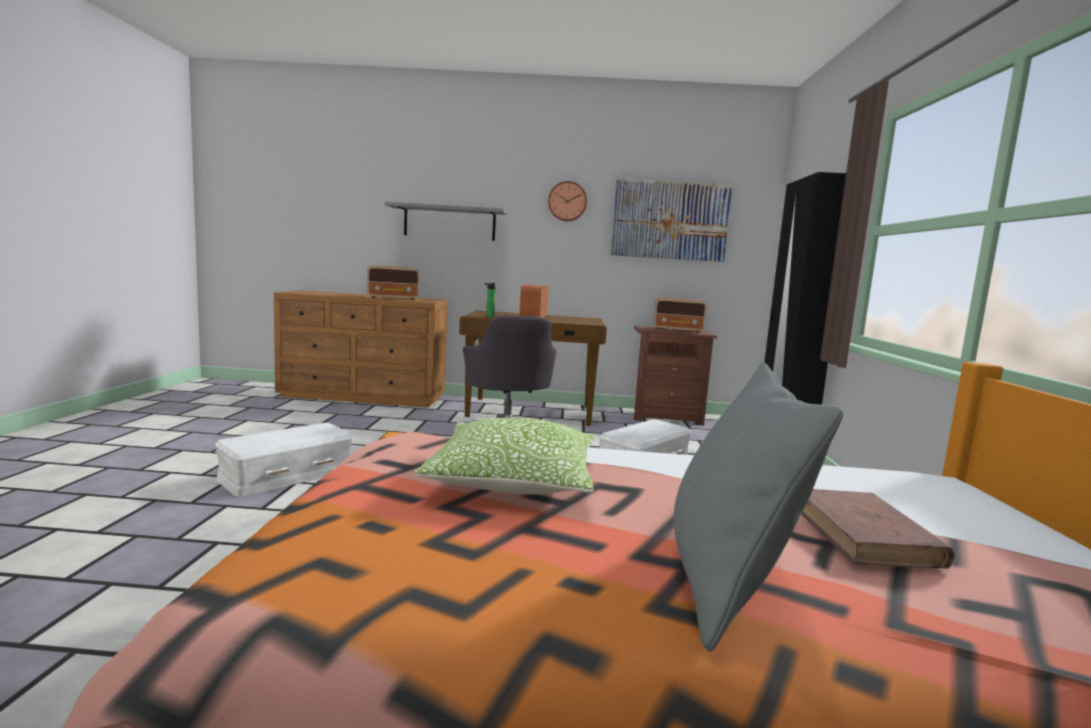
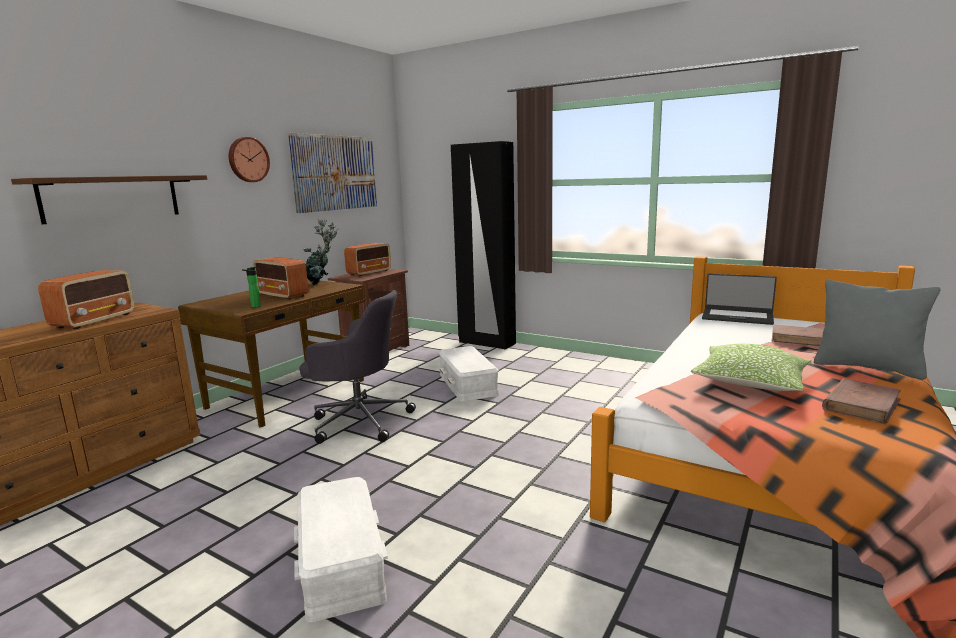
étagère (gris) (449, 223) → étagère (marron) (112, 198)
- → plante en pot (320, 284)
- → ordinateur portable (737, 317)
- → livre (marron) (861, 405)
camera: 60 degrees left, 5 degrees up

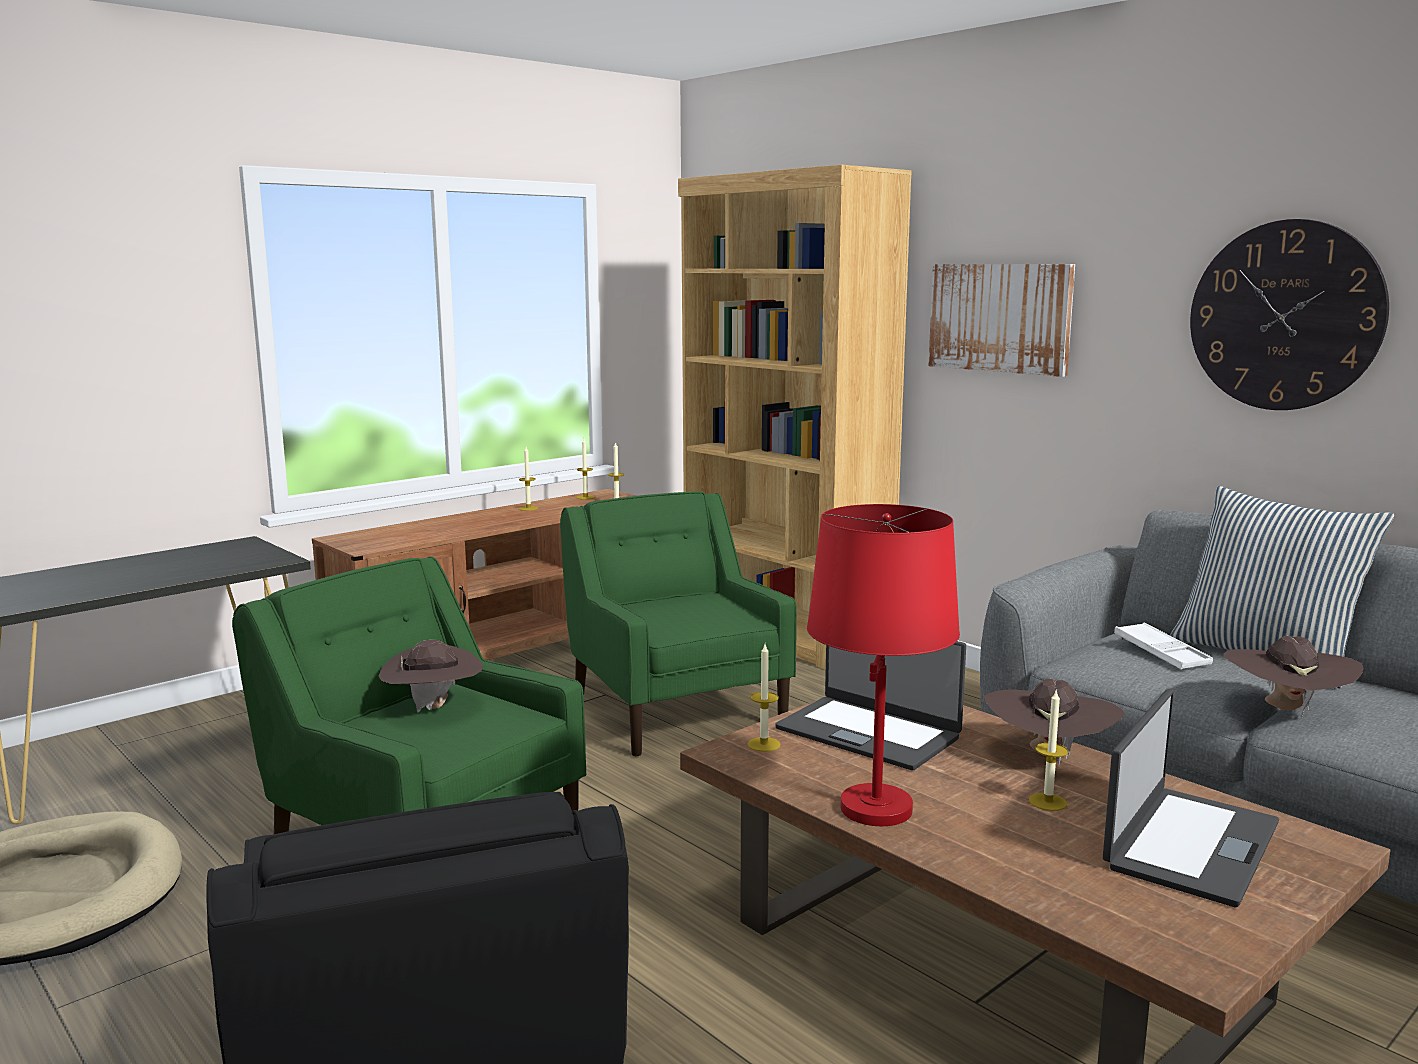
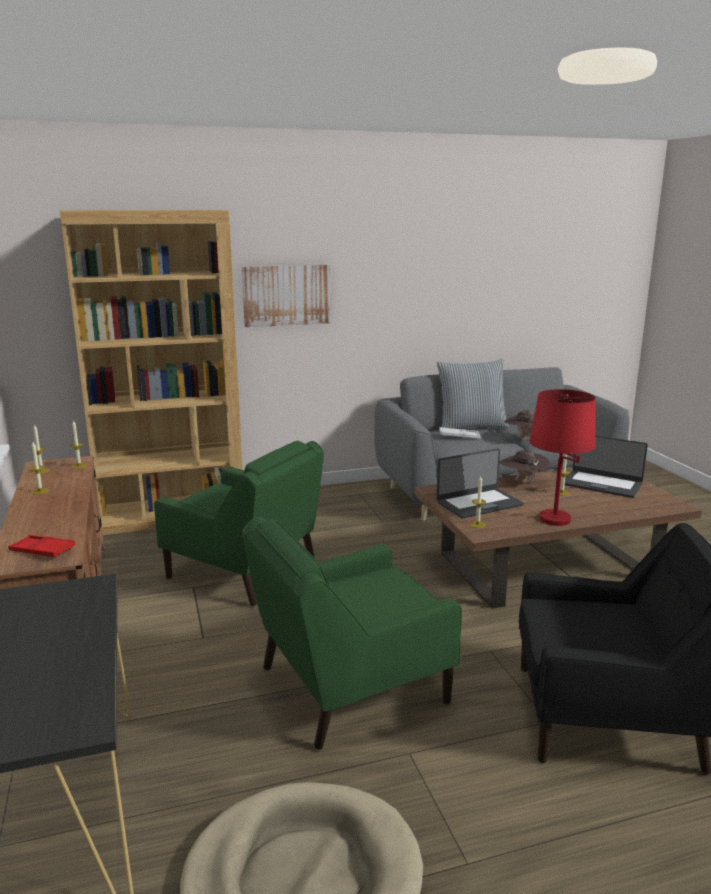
chapeau (marron) (434, 708) → -
fauteuil (vert) (676, 709) → fauteuil (vert) (244, 571), 150 degrees counterclockwise
ordinateur portable (1189, 844) → ordinateur portable (602, 484), 150 degrees clockwise
horloge murale (1285, 316) → -
- → plateau (rouge) (42, 550)
camera: 65 degrees left, 5 degrees up

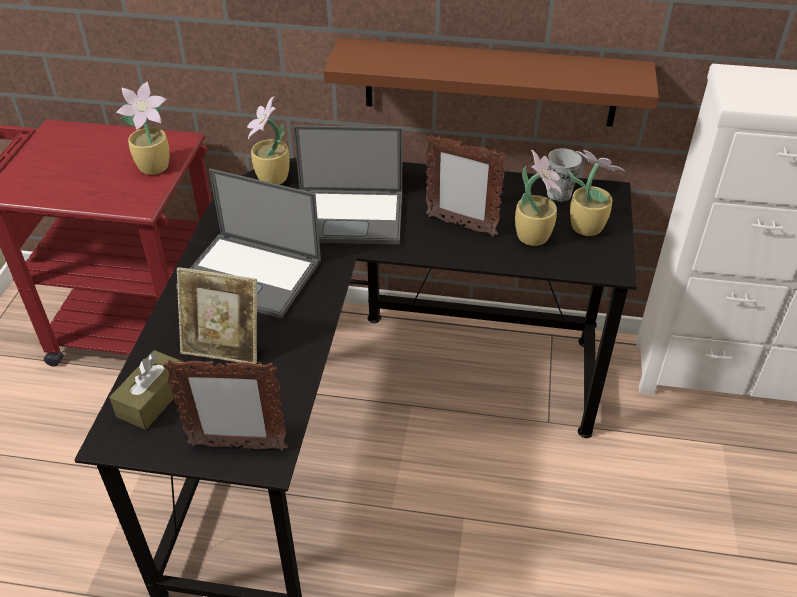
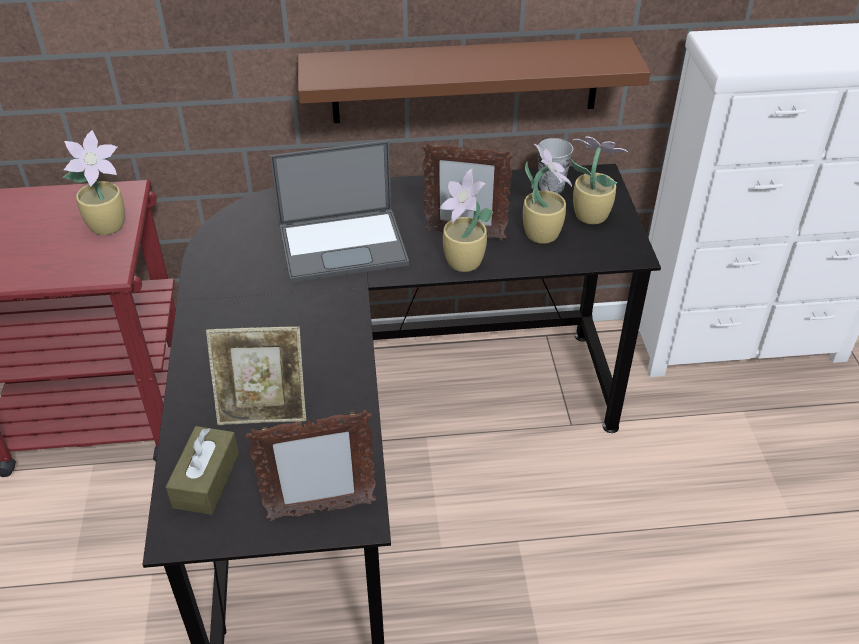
ordinateur portable (252, 274) → -
plante en pot (272, 179) → plante en pot (464, 263), move
camera: 15 degrees left, 0 degrees up

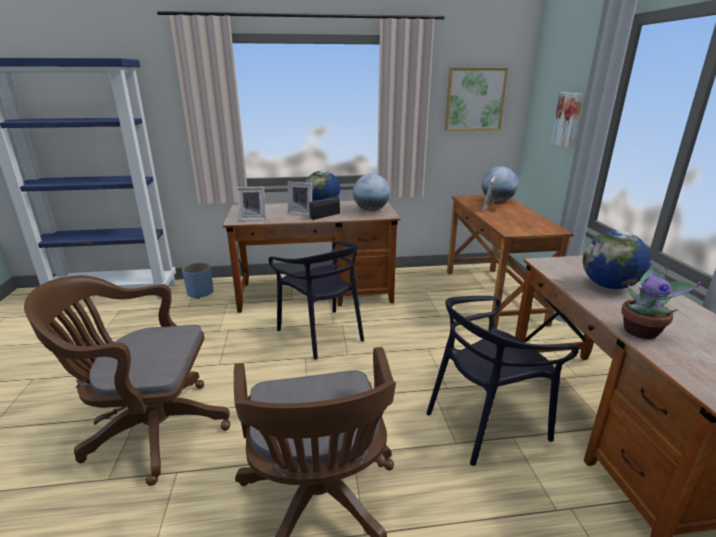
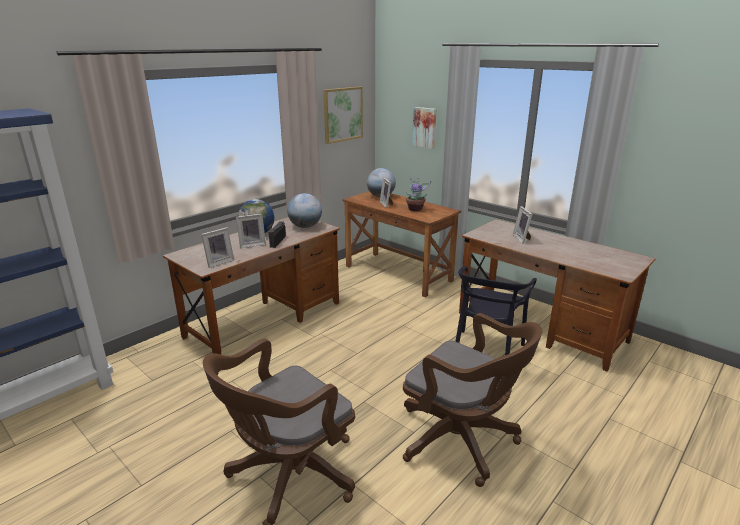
cache-pot (bleu) (200, 293) → -
chaise (noir) (321, 333) → -
globe (608, 286) → cadre photo (522, 238)
plante en pot (642, 331) → plante en pot (416, 209), move
camera: 40 degrees left, 0 degrees up

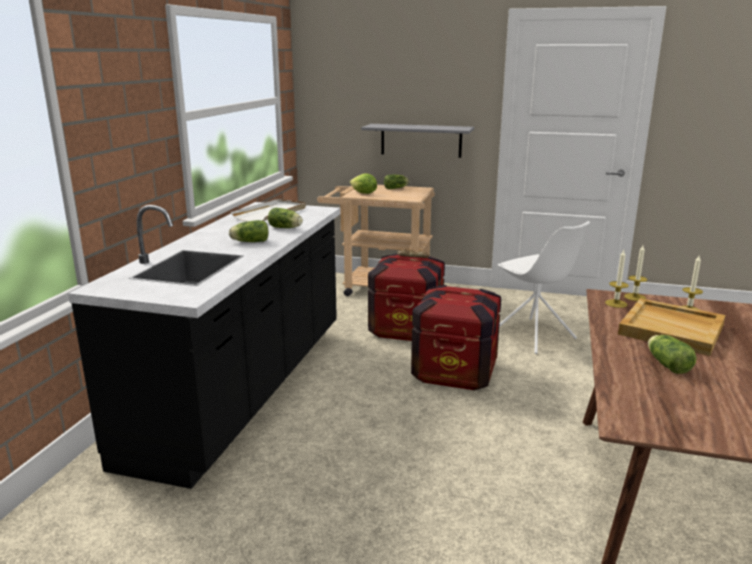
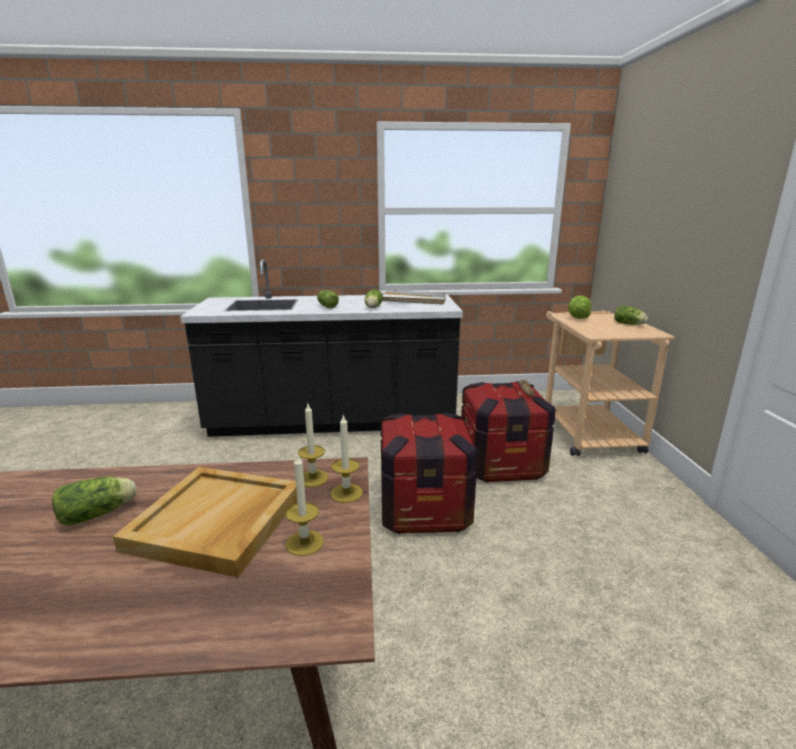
étagère (gris) (421, 140) → -
chaise (blanc) (534, 336) → -
camera: 70 degrees right, 0 degrees up

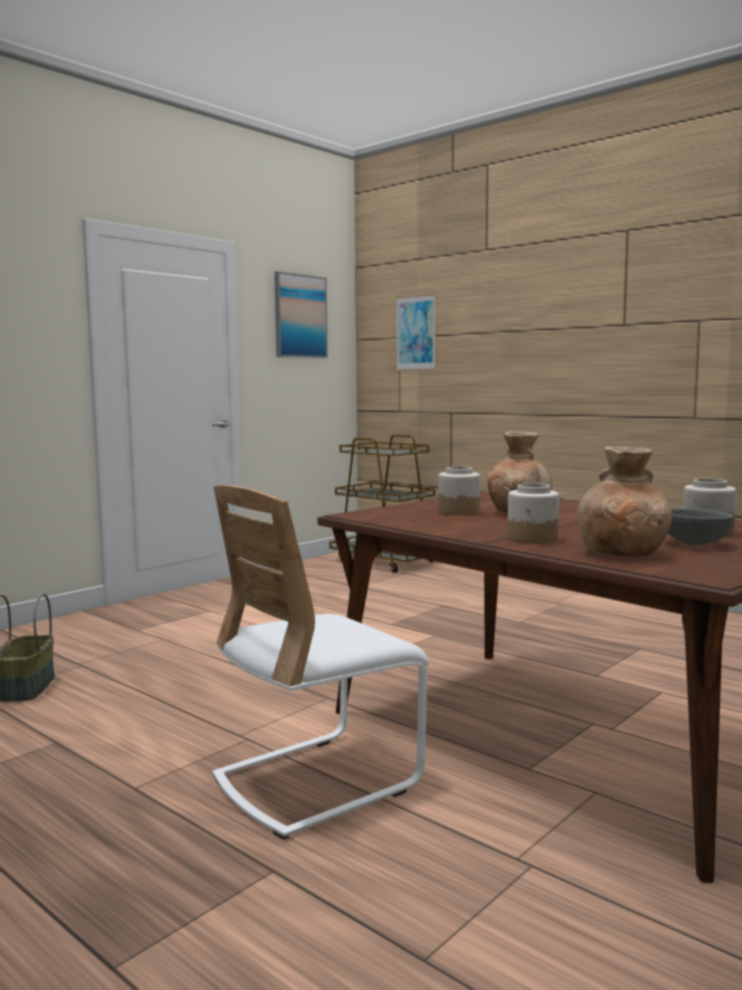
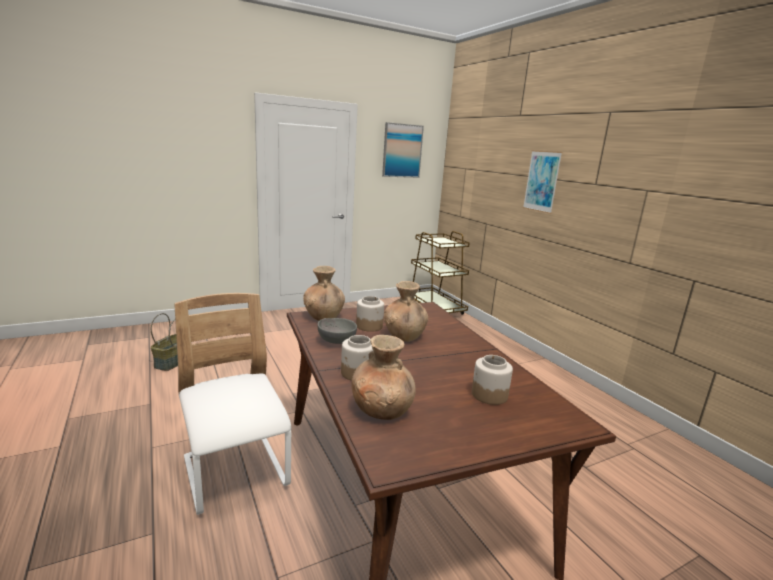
chaise (blanc) (317, 781) → chaise (blanc) (235, 473), 75 degrees clockwise
tableau (416, 333) → tableau (542, 181), move
bol (gris) (692, 544) → bol (gris) (336, 341), move
- → vase (marron) (323, 317)
camera: 20 degrees right, 10 degrees up

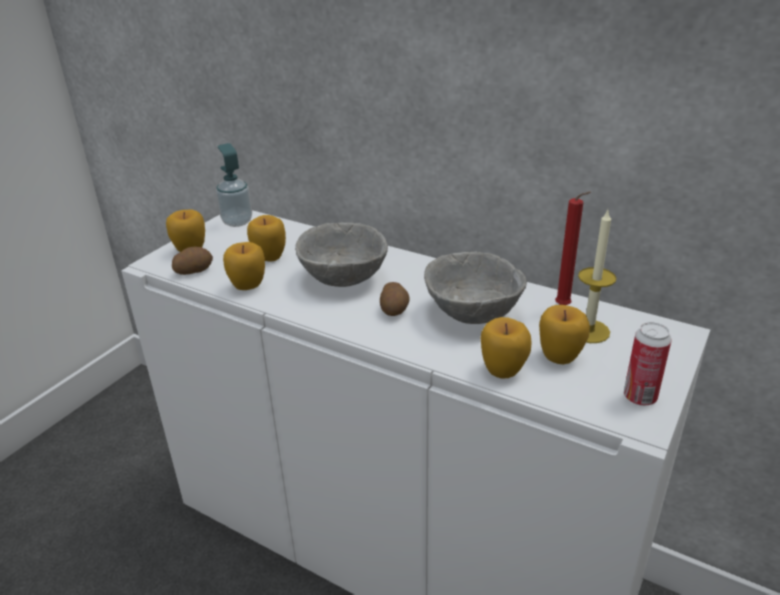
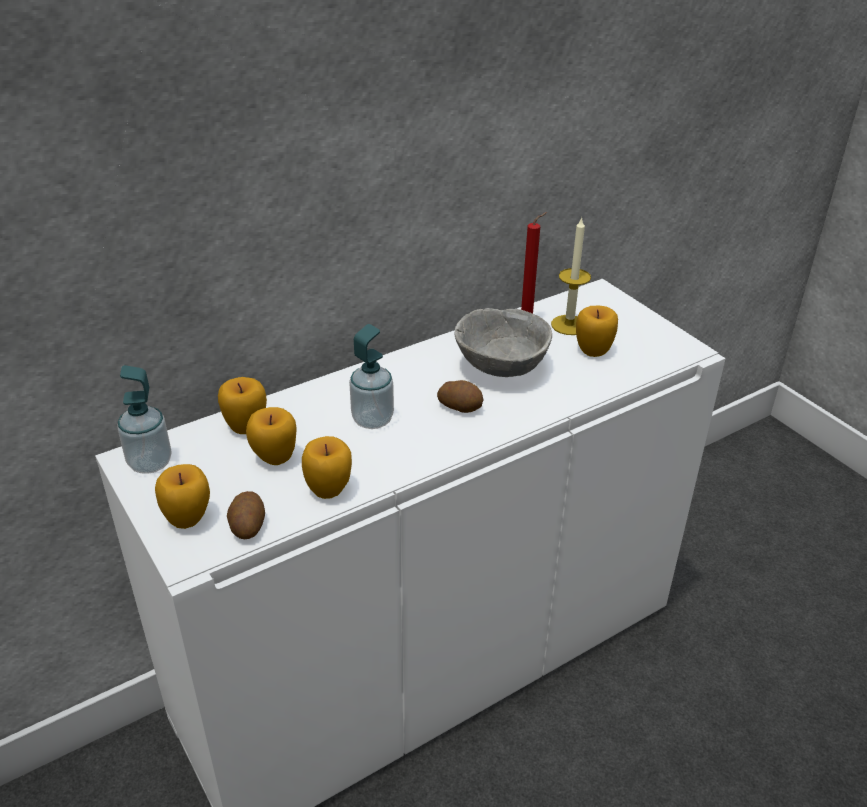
bol (gris) (343, 278) → distributeur de savon (372, 419)
pomme (503, 370) → pomme (246, 426), move
boîte métallique (640, 397) → -
camera: 65 degrees left, 5 degrees up

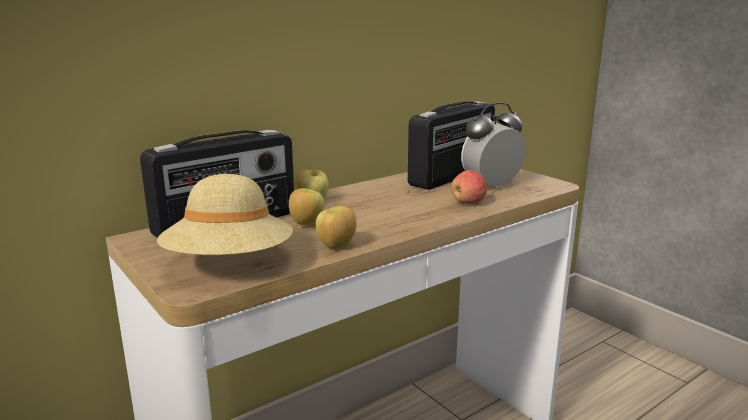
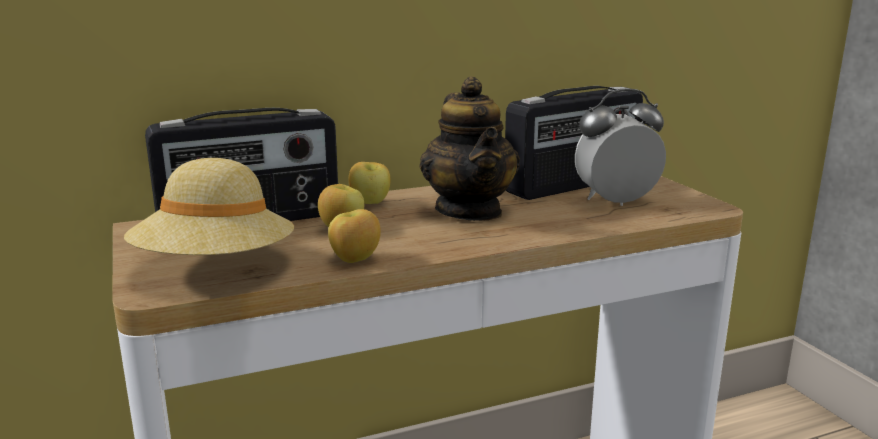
pomme (468, 203) → -
- → théière (470, 211)
camera: 15 degrees right, 0 degrees up

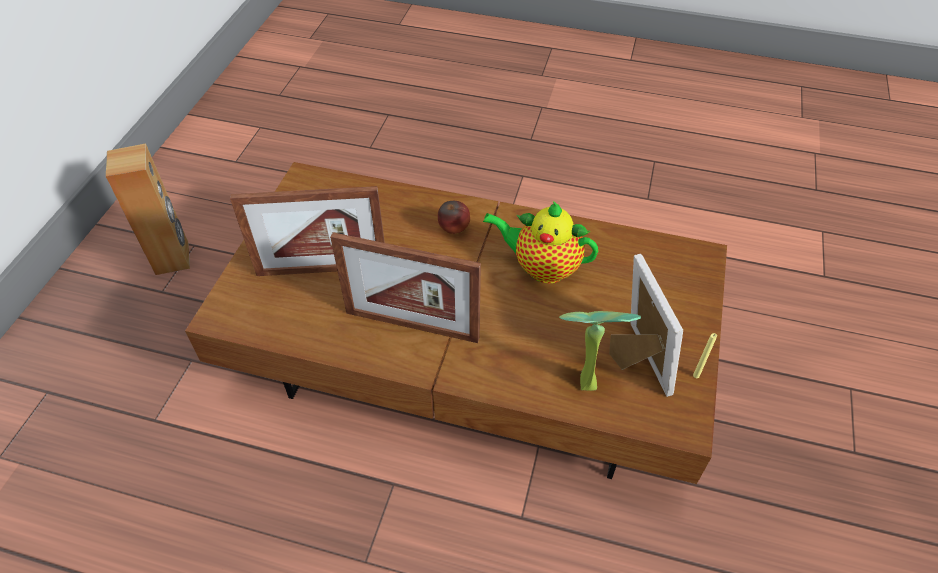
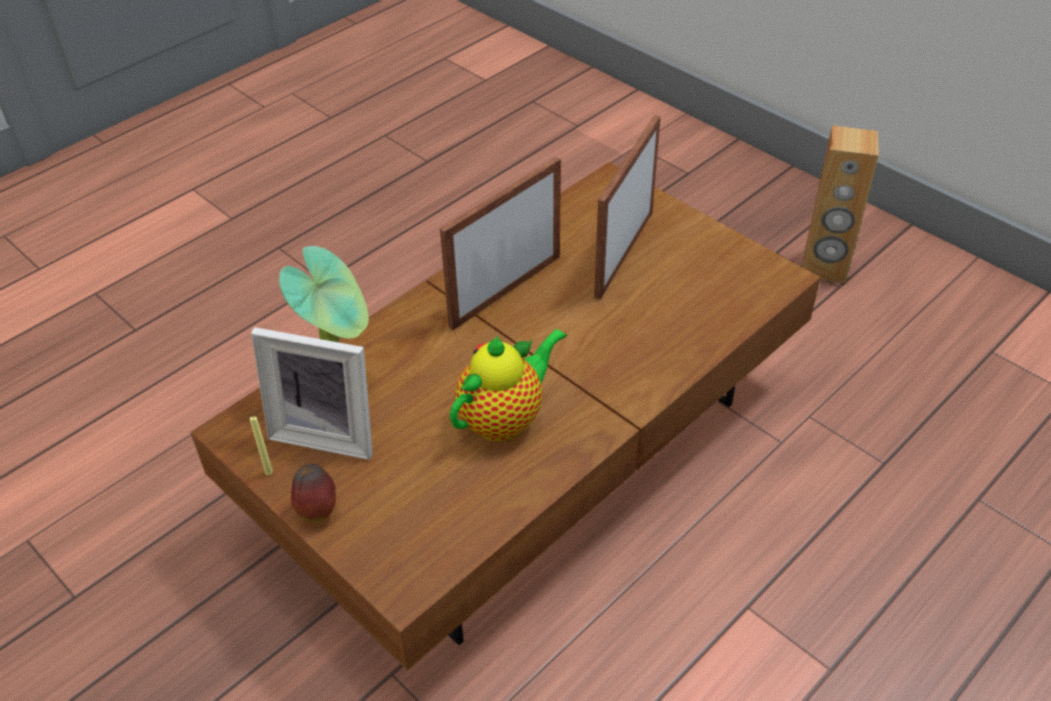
pomme (453, 230) → pomme (317, 510), move
camera: 120 degrees right, 5 degrees down

